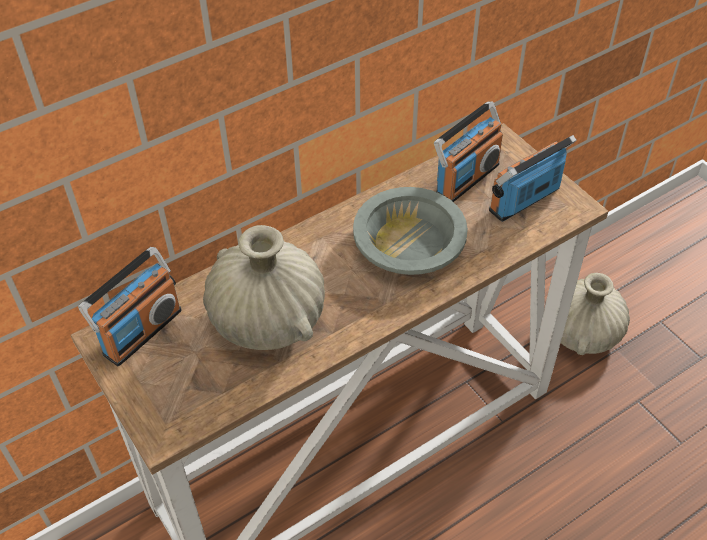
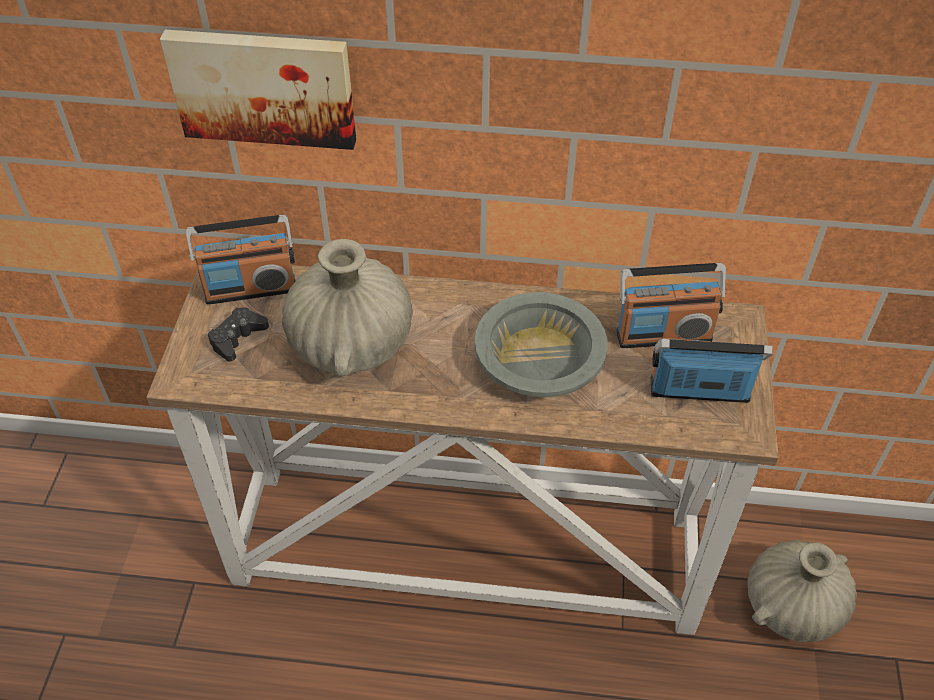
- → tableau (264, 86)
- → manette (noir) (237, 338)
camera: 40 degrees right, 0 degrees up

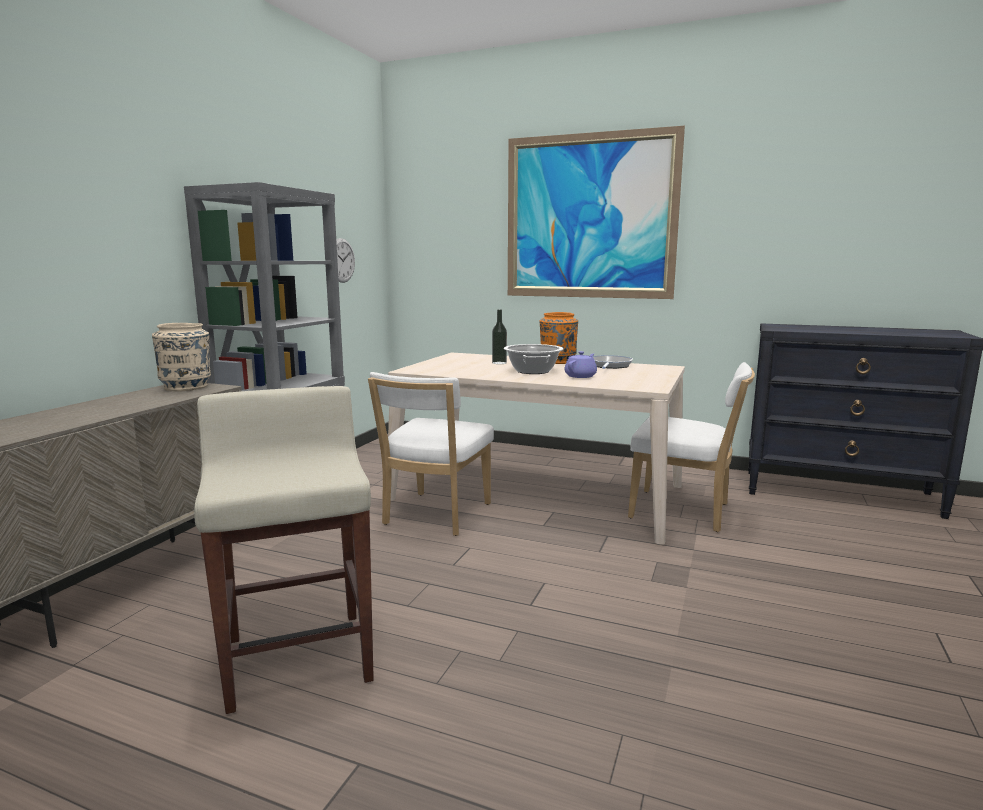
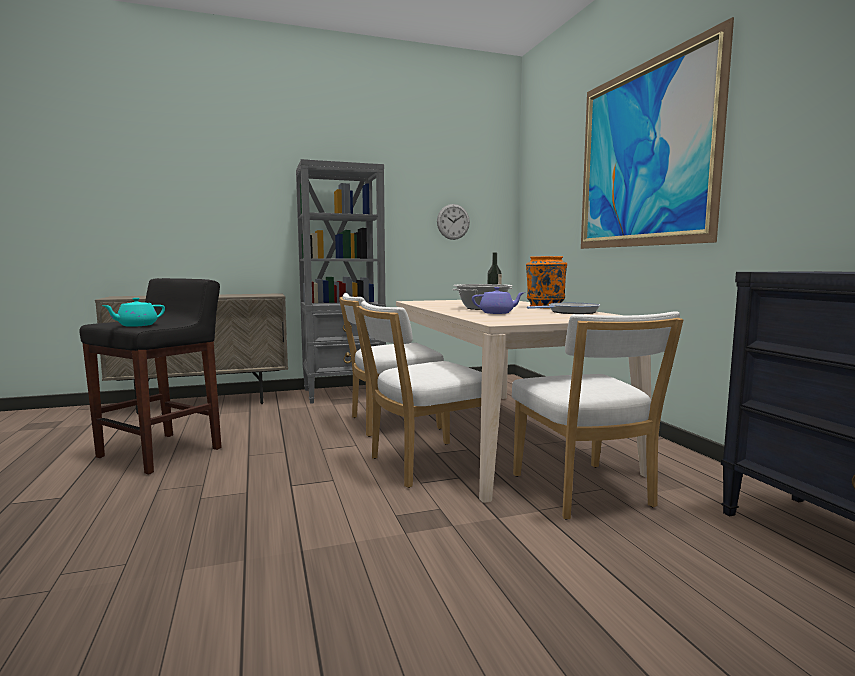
vase (beige) (187, 387) → -
tabouret (beige) (298, 657) → tabouret (noir) (162, 452)
- → théière (turquoise) (136, 325)
- → chaise (blanc) (423, 465)
camera: 50 degrees right, 5 degrees down

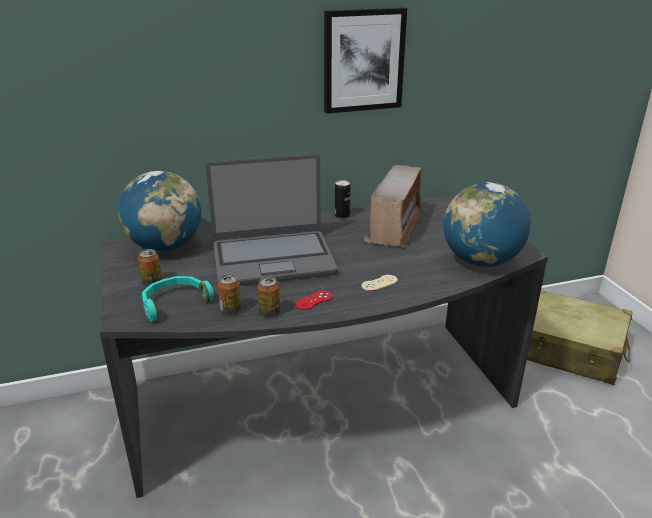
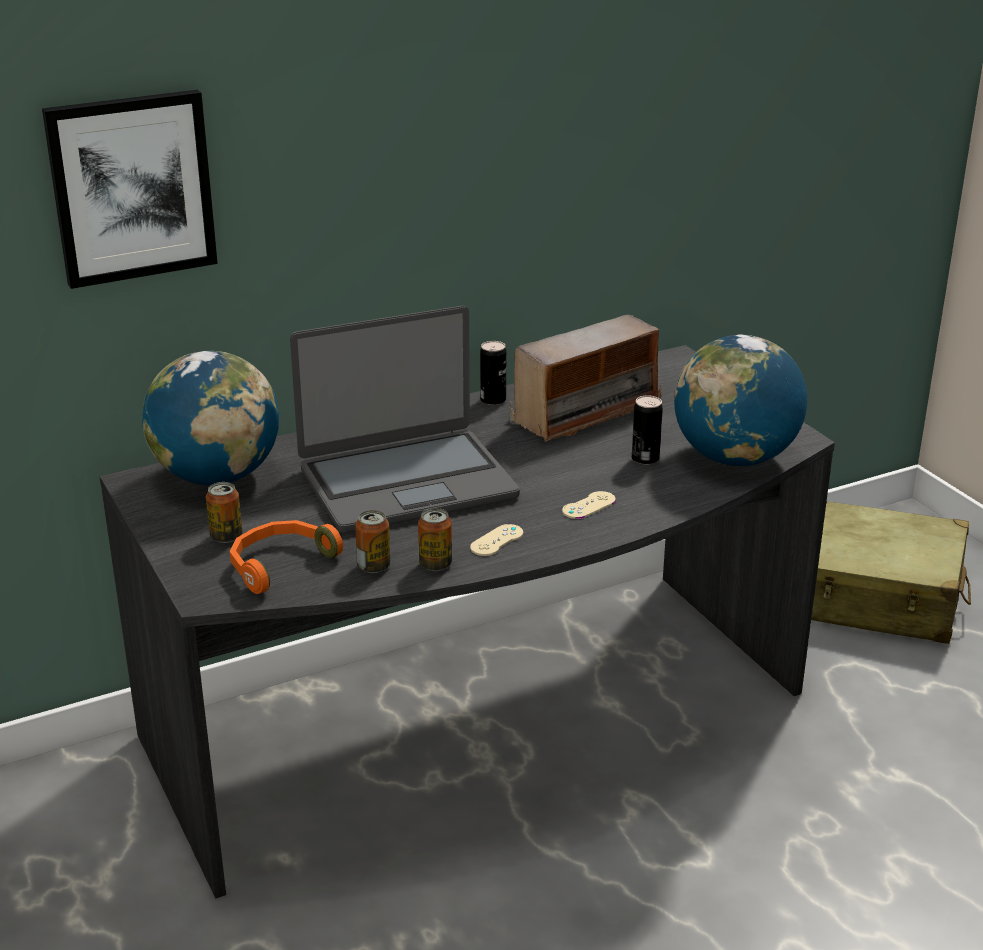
casque audio (turquoise) (174, 303) → casque audio (orange) (279, 564)
manette (rouge) (314, 300) → manette (beige) (497, 540)
tableau (363, 60) → tableau (132, 187), move
radio (395, 227) → radio (586, 413), 45 degrees clockwise
- → boîte métallique (645, 459)
camera: 10 degrees left, 0 degrees up

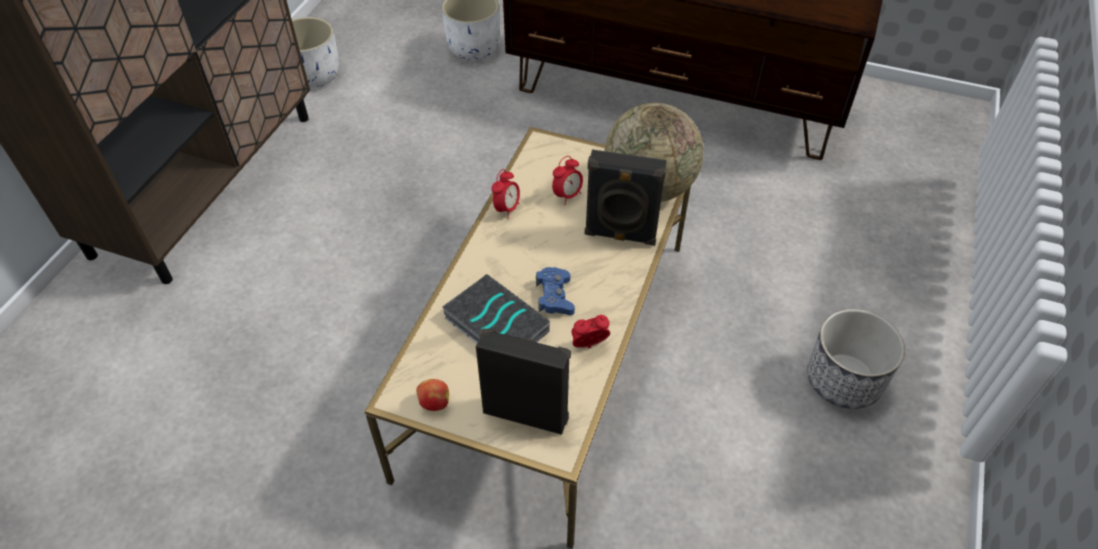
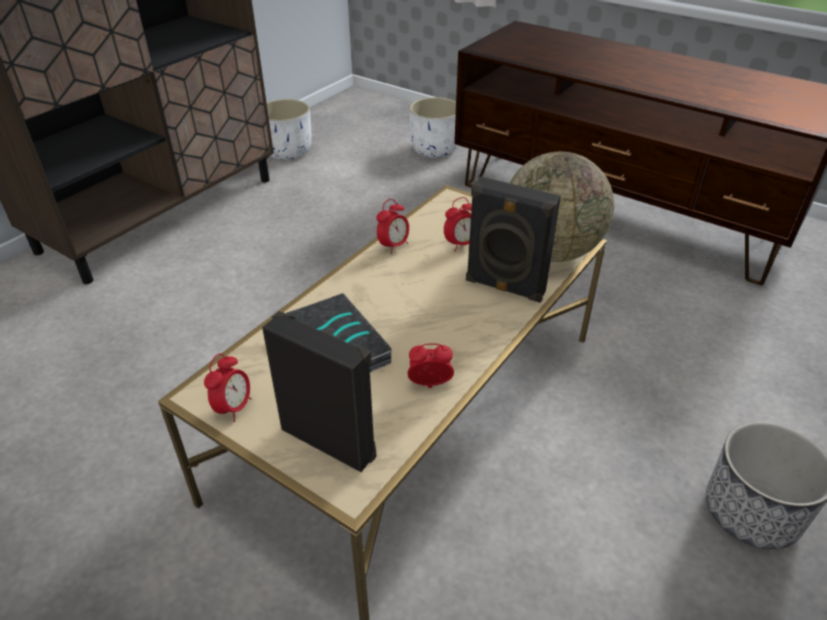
pomme (434, 403) → réveil (233, 408)
manette (bleu) (554, 296) → -
camera: 15 degrees right, 10 degrees down

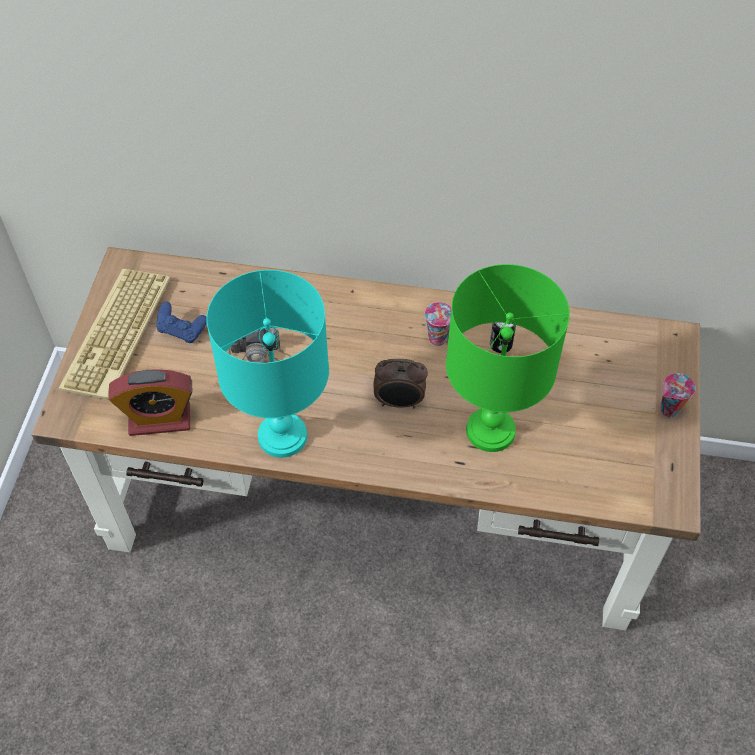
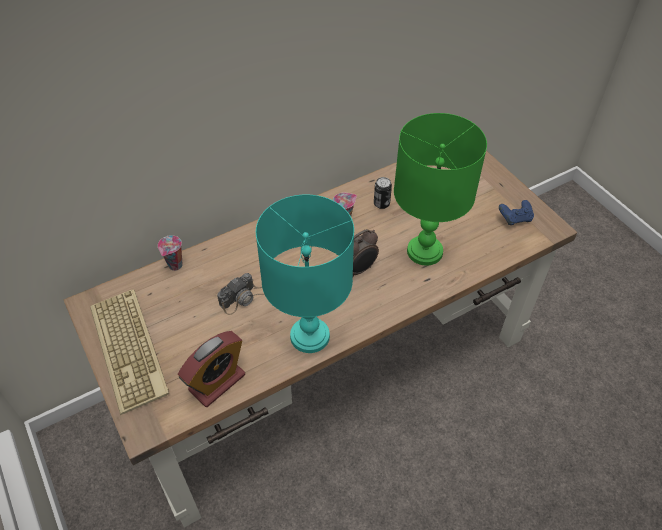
manette (bleu) (182, 330) → manette (bleu) (514, 219), move
tasse (669, 411) → tasse (175, 266), move
camera: 40 degrees left, 5 degrees down

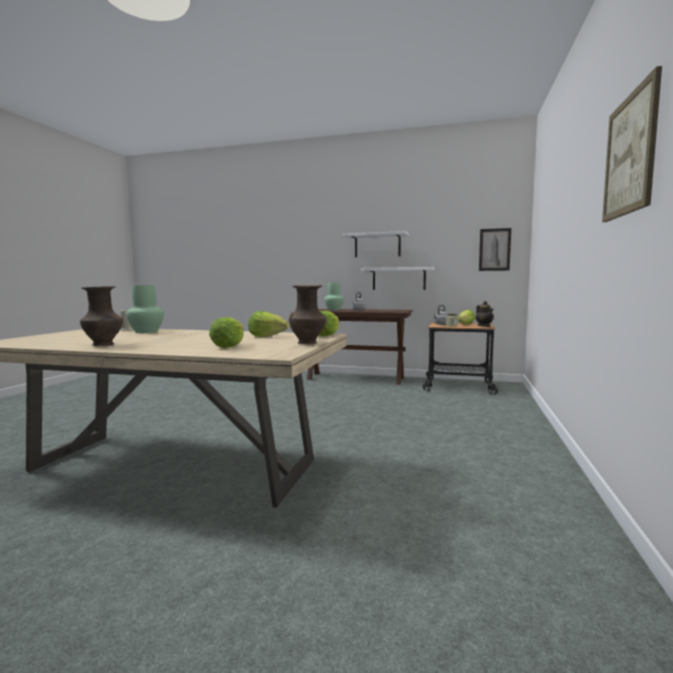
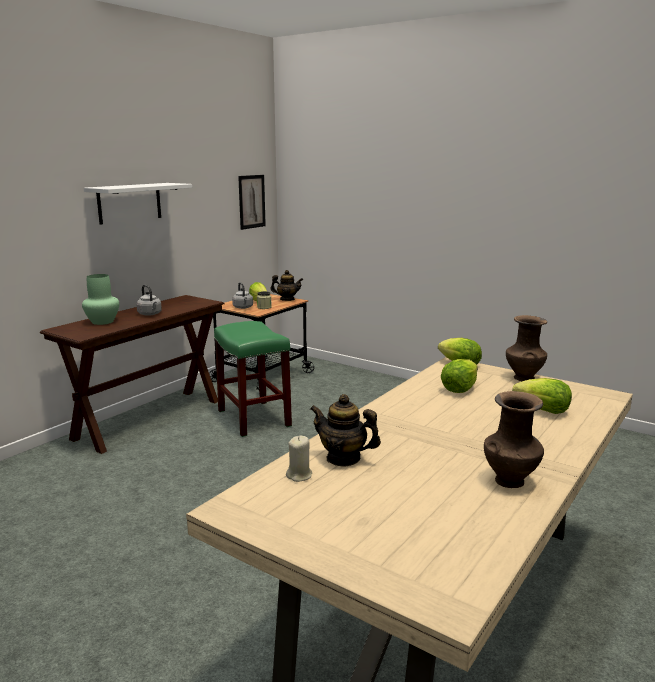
vase (vert) (146, 332) → théière (343, 458)
étagère (blanc) (399, 278) → -
tableau (630, 155) → -
- → tabouret (vert) (254, 418)
camera: 70 degrees left, 10 degrees up

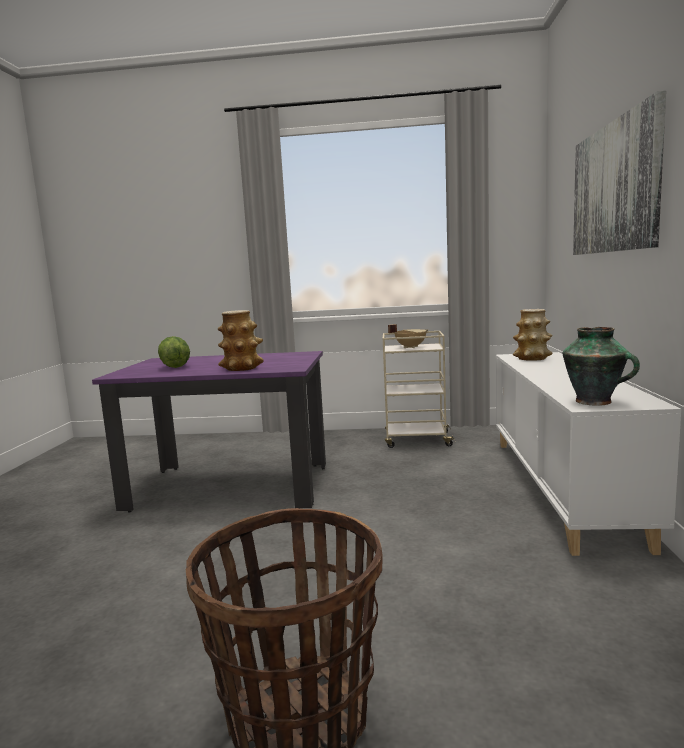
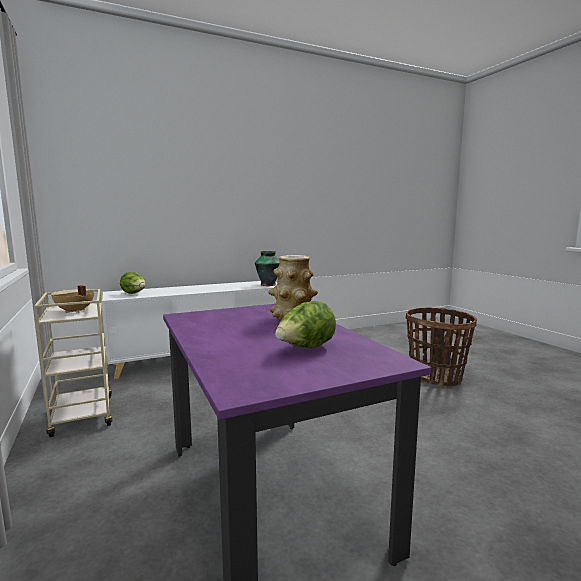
vase (532, 358) → laitue (134, 294)
tableau (614, 188) → -
camera: 120 degrees left, 0 degrees up

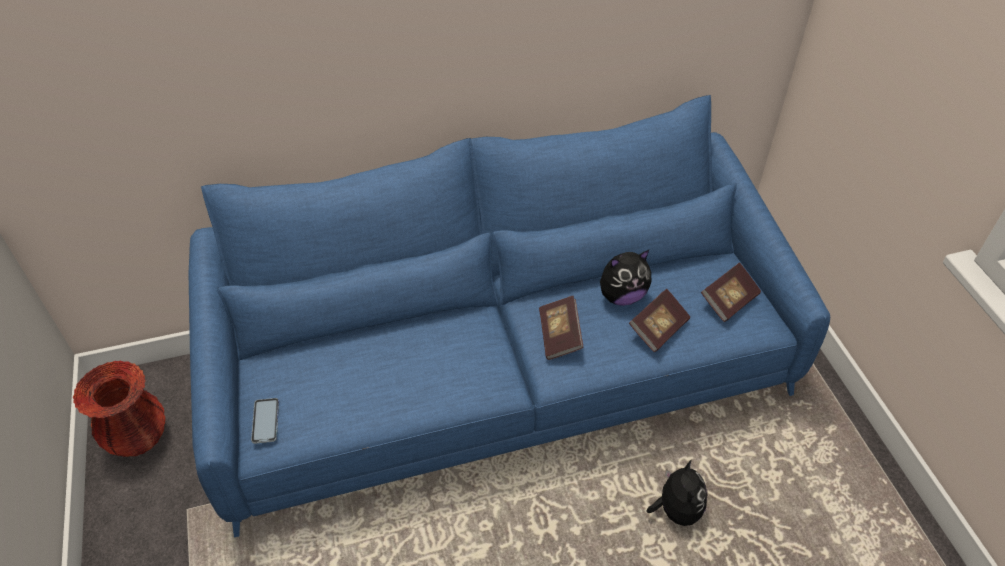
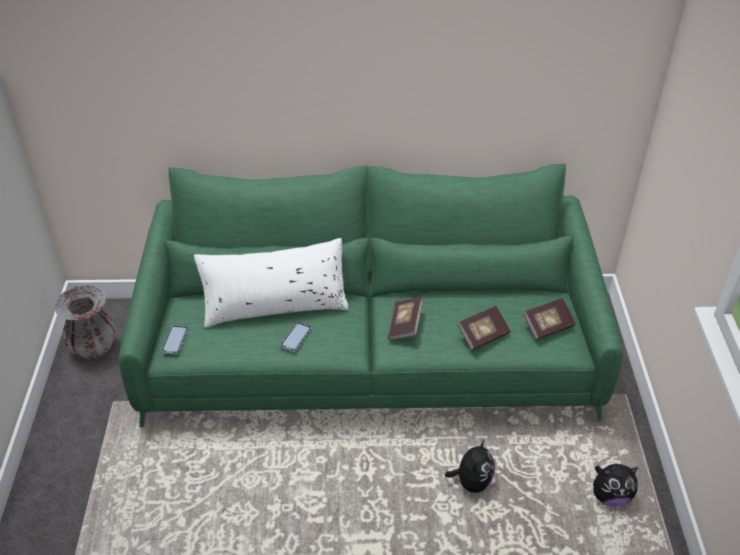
vase (rouge) (138, 437) → vase (gris) (94, 347)
canapé (bleu) (501, 377) → canapé (vert) (370, 360)
peluche (621, 296) → peluche (610, 496), move
- → coussin (blanc) (275, 306)
- → téléphone (296, 337)
camera: 15 degrees right, 5 degrees down

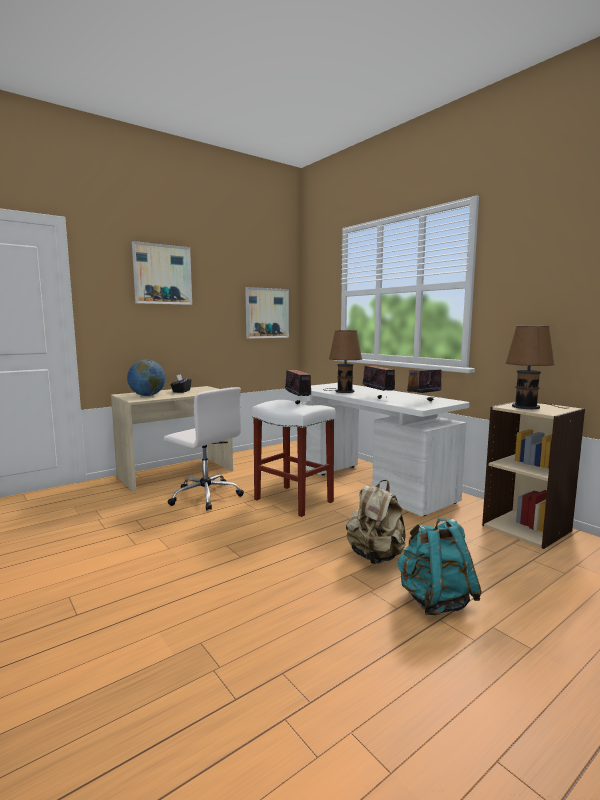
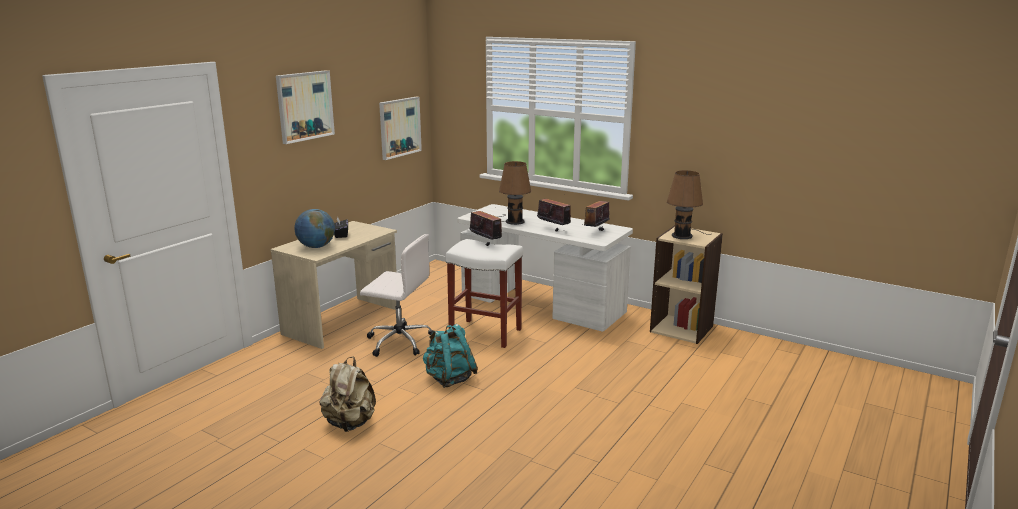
sac à dos (beige) (376, 556) → sac à dos (beige) (350, 423), move
sac à dos (turquoise) (435, 601) → sac à dos (turquoise) (449, 379), move
camera: 20 degrees left, 10 degrees up

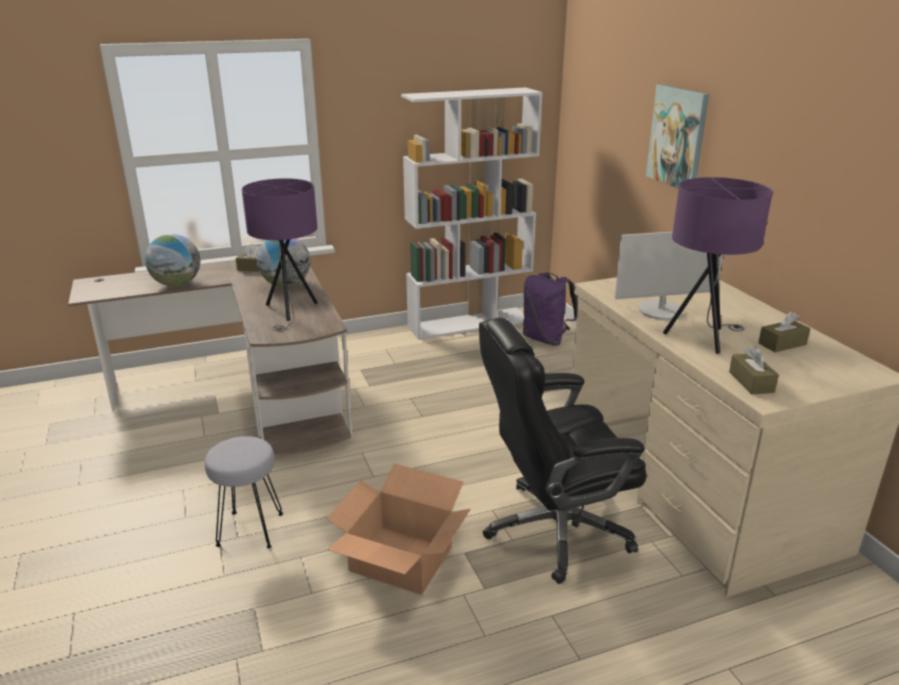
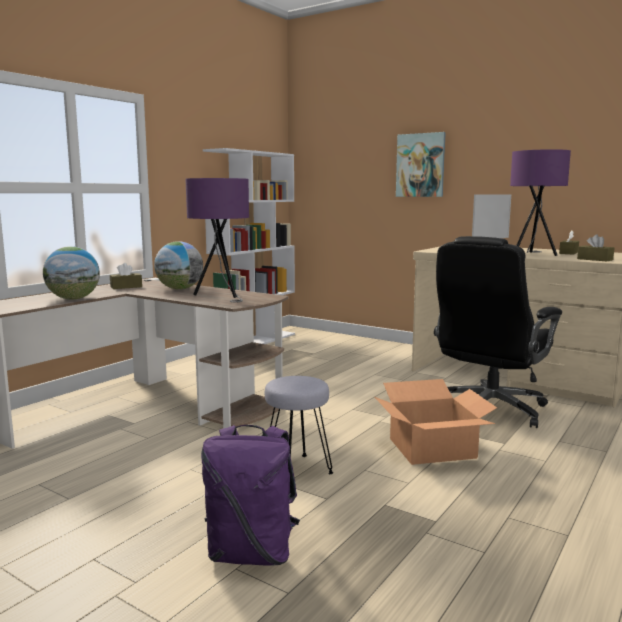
sac à dos (violet) (546, 339) → sac à dos (violet) (252, 553), move
camera: 35 degrees left, 15 degrees down

